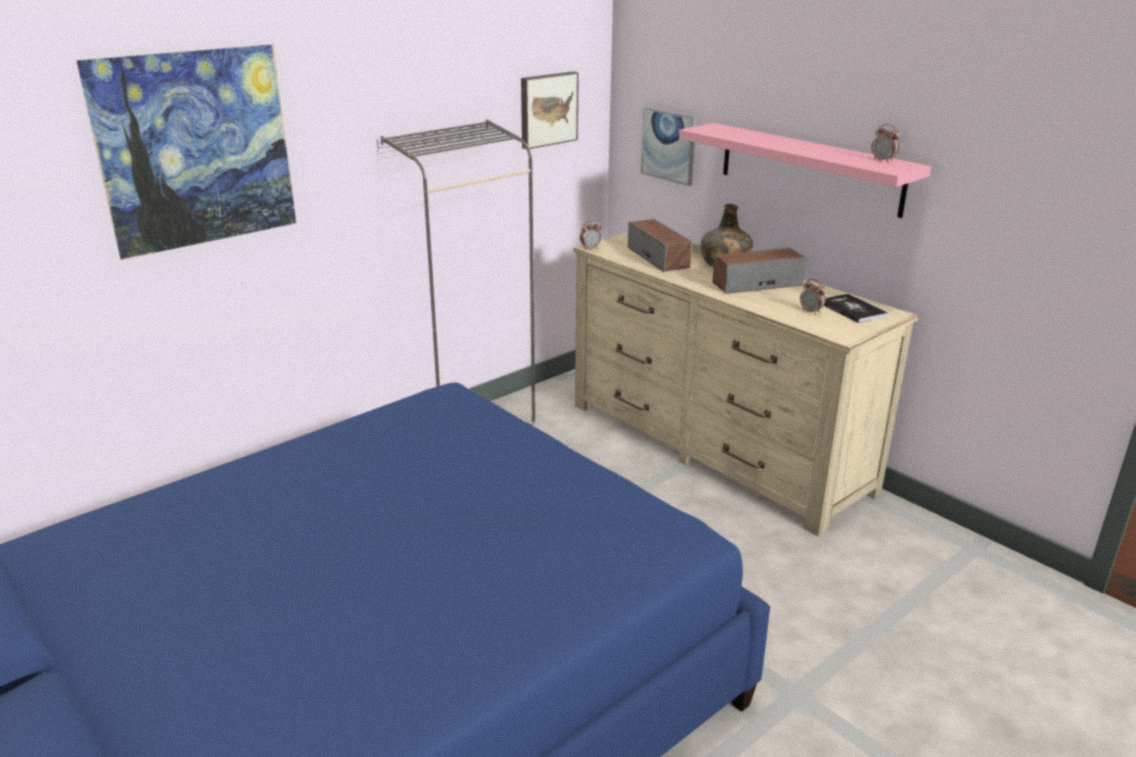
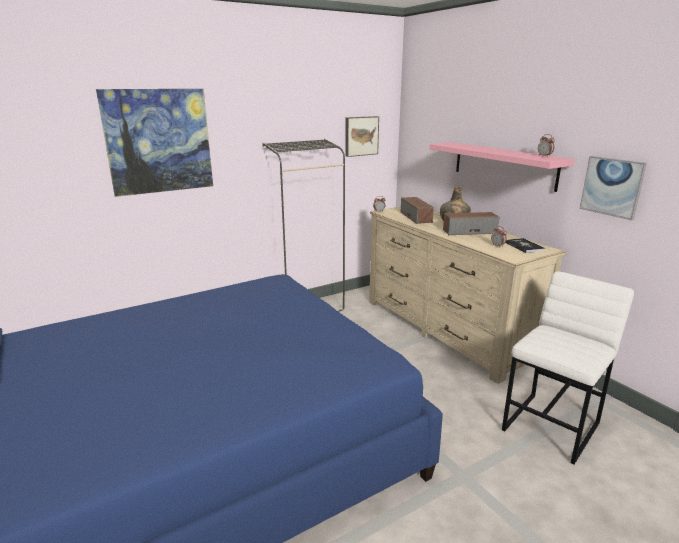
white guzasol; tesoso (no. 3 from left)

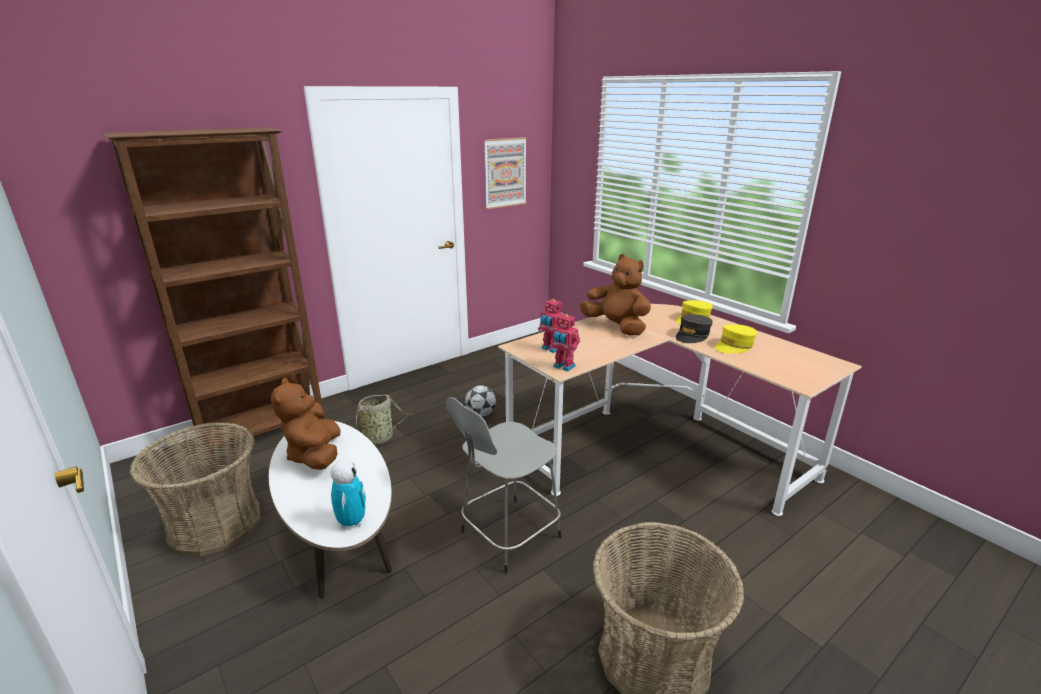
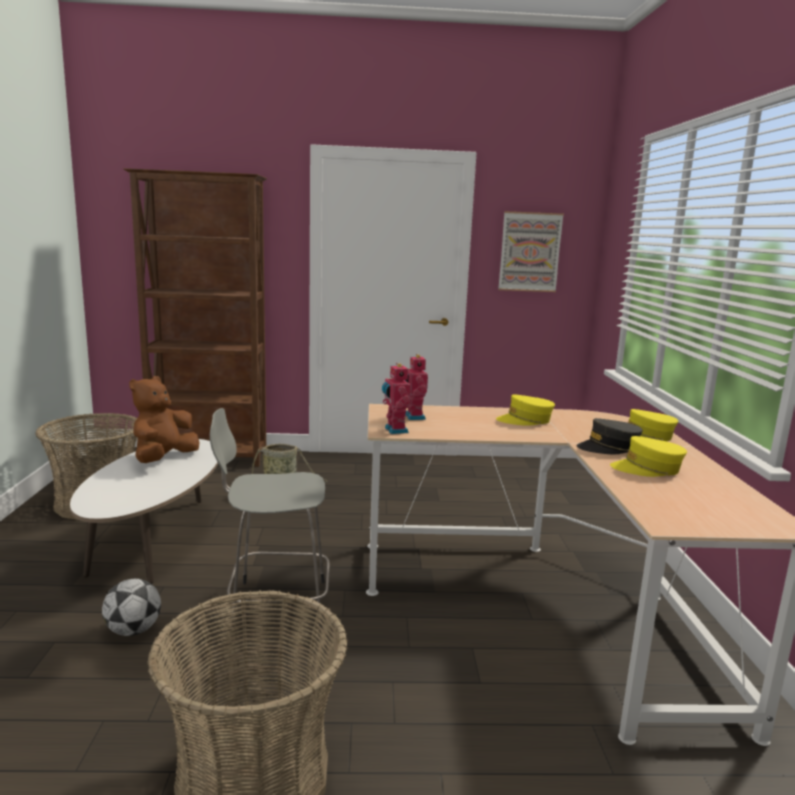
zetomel (no. 1 from left in the first image); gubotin; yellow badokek (no. 1 from left)

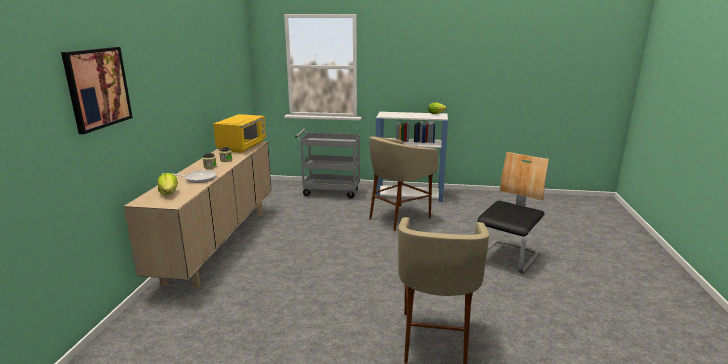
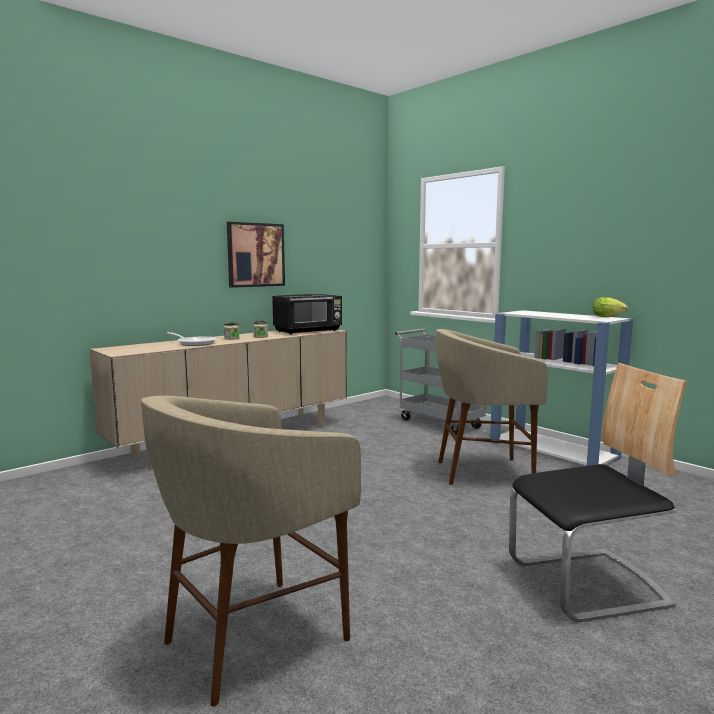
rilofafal (no. 1 from left in the first image); tesoso; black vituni

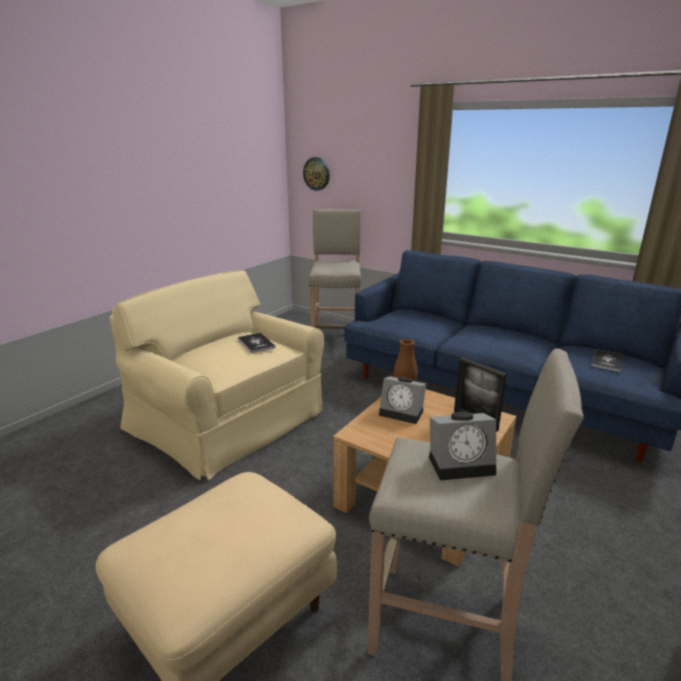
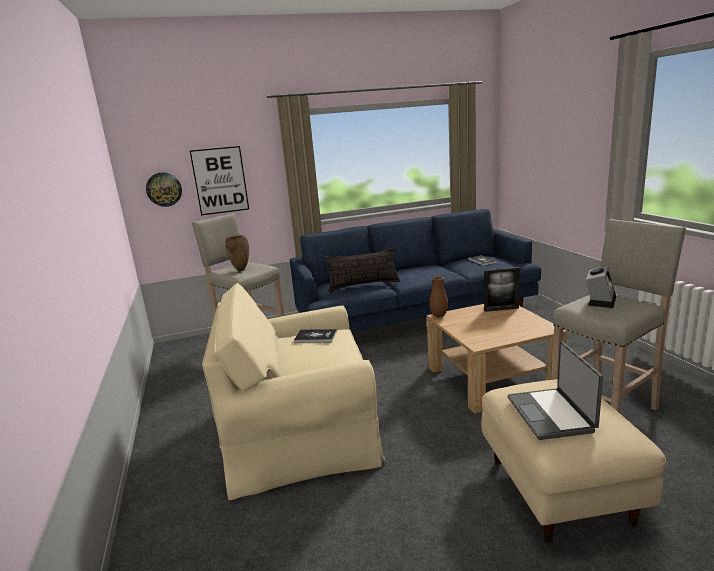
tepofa (no. 1 from left in the first image); tesoso; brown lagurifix (no. 1 from left); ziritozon; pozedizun

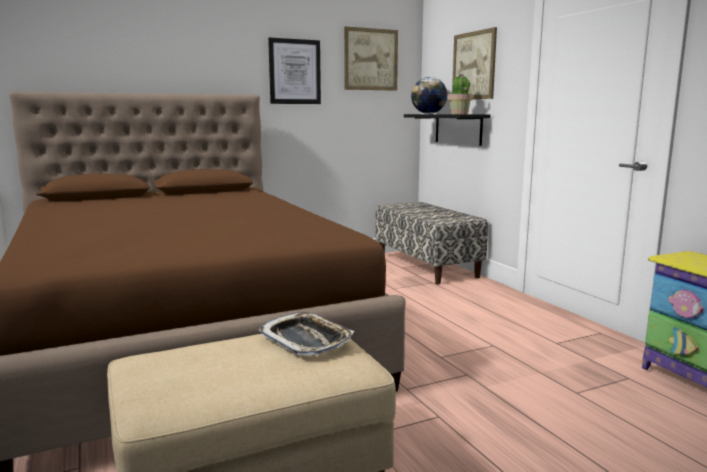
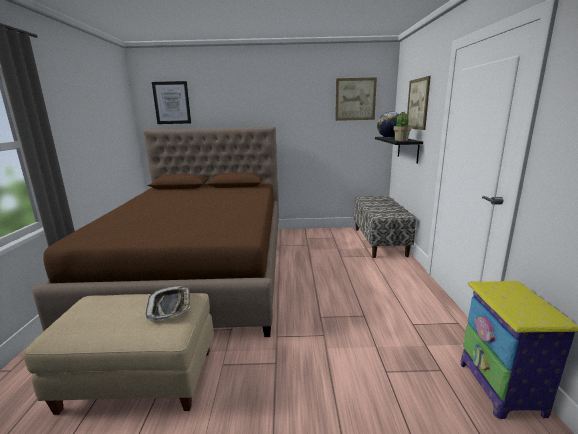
tesoso (no. 1 from left)

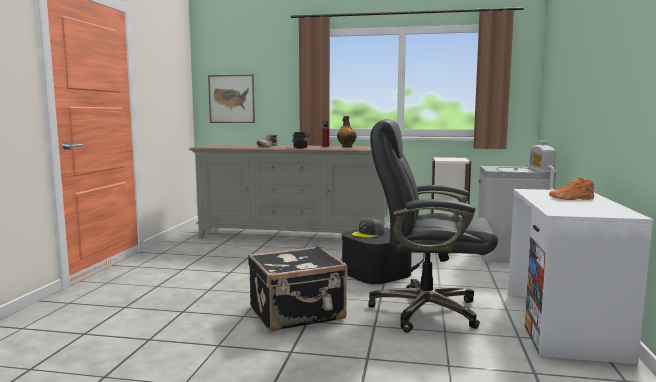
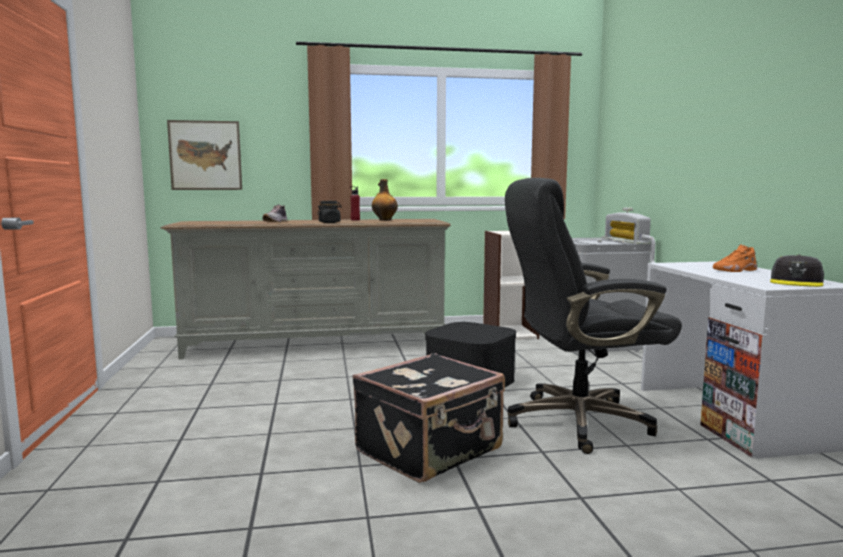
grey badokek

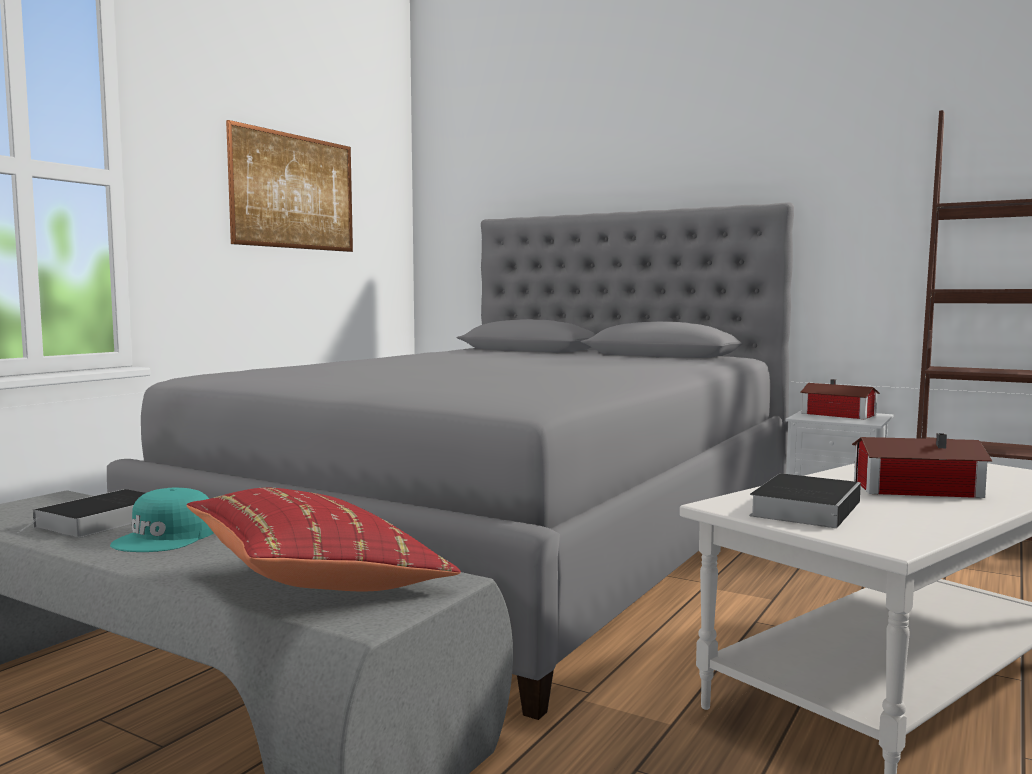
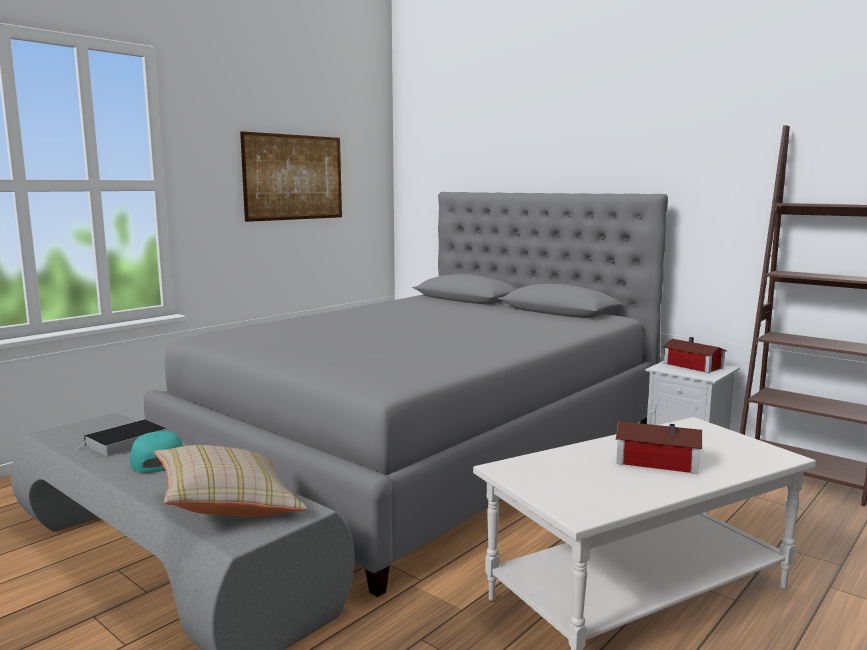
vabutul (no. 2 from left in the first image); beige ziritozon; turquoise badokek

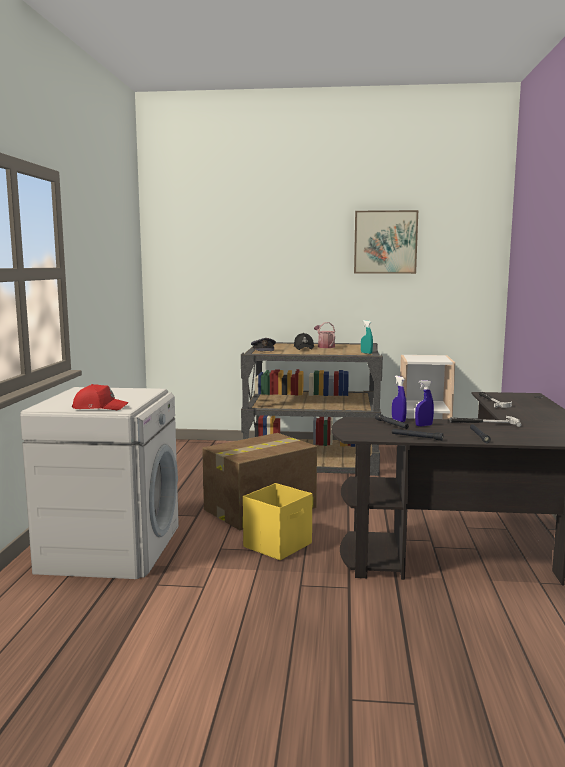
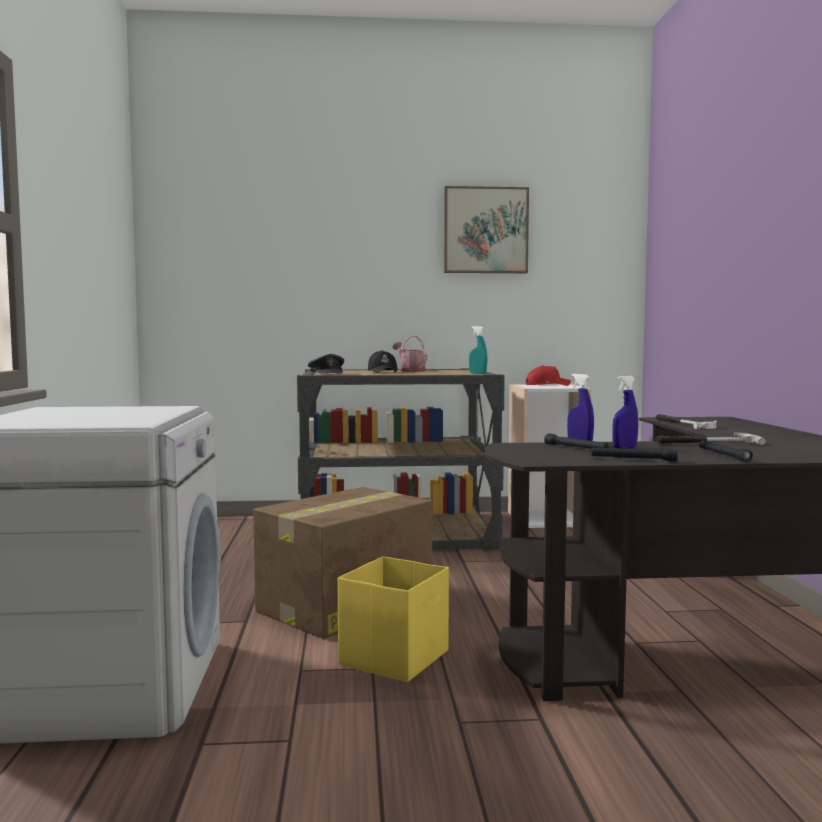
red badokek

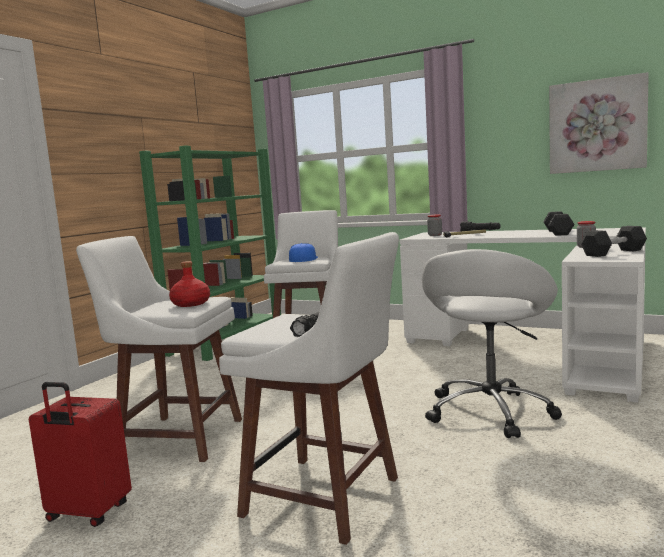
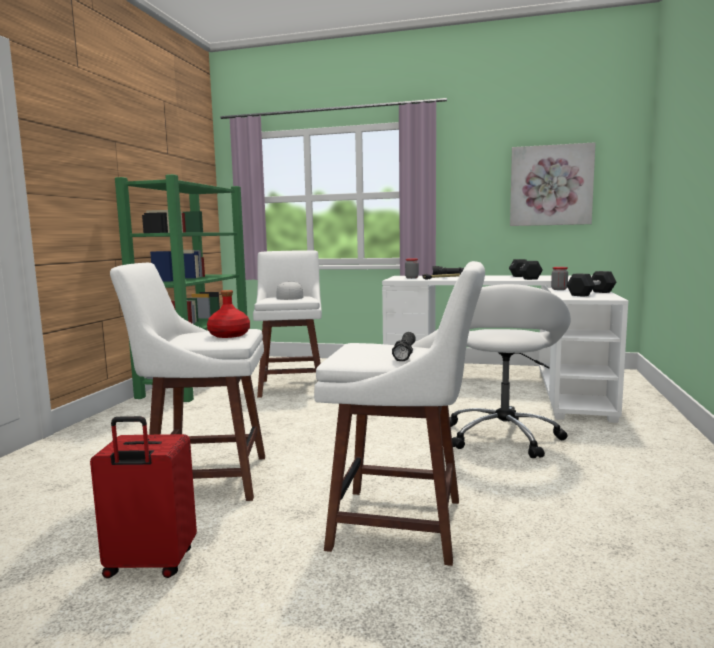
white badokek

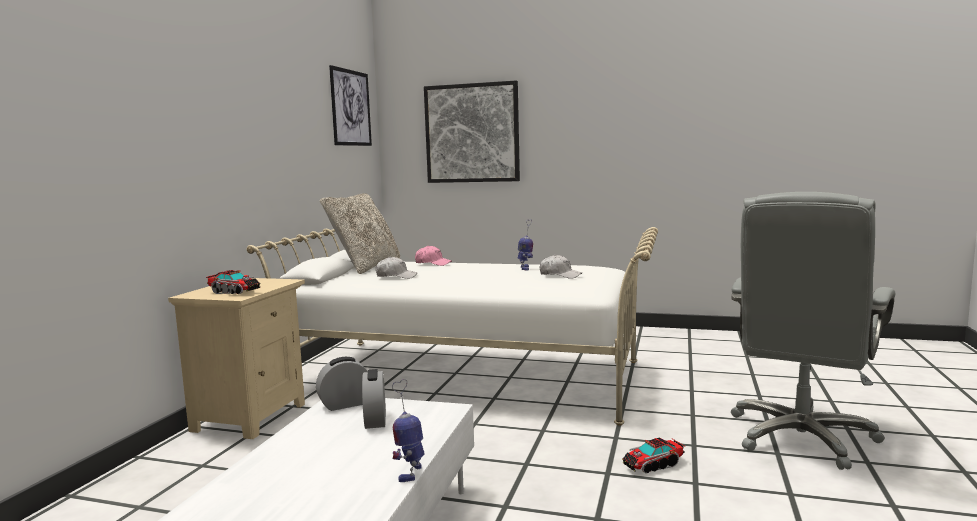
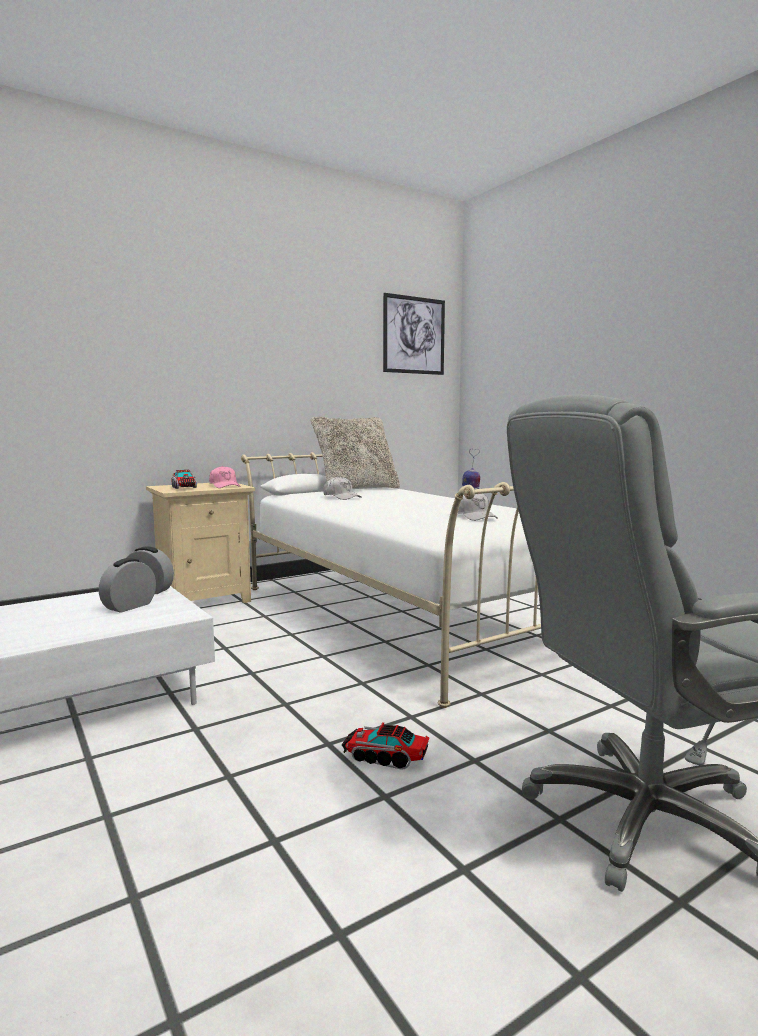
zetomel (no. 1 from left in the first image); tesoso (no. 2 from left in the first image); pink badokek

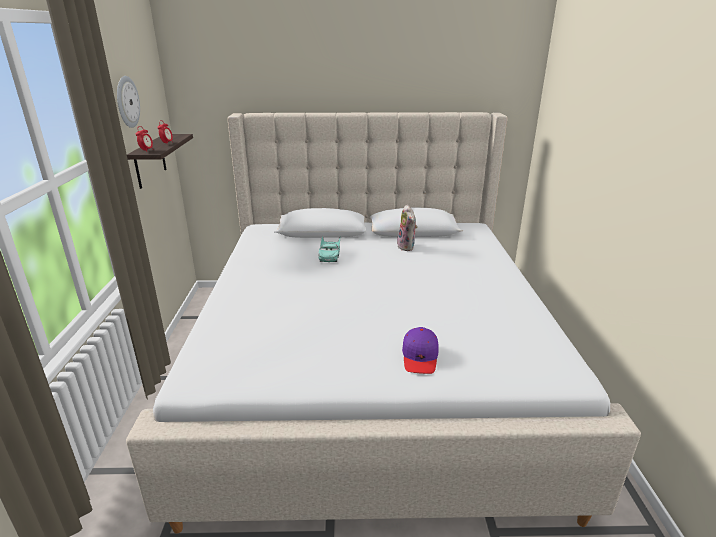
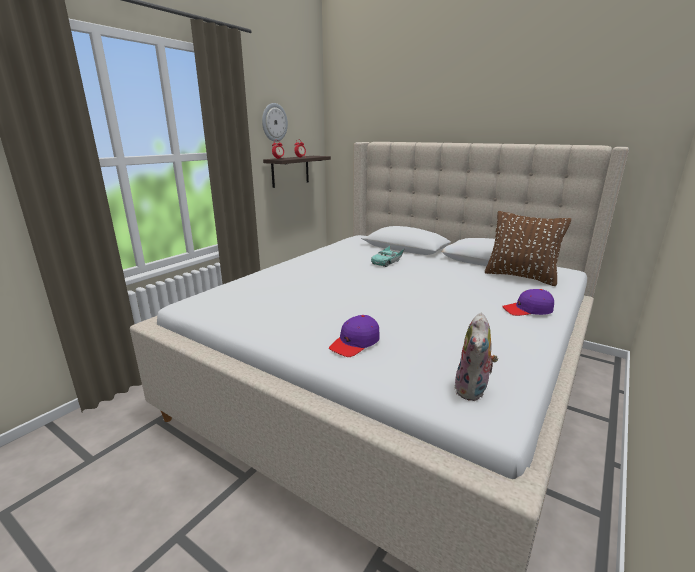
brown ziritozon; purple badokek (no. 2 from left); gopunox

